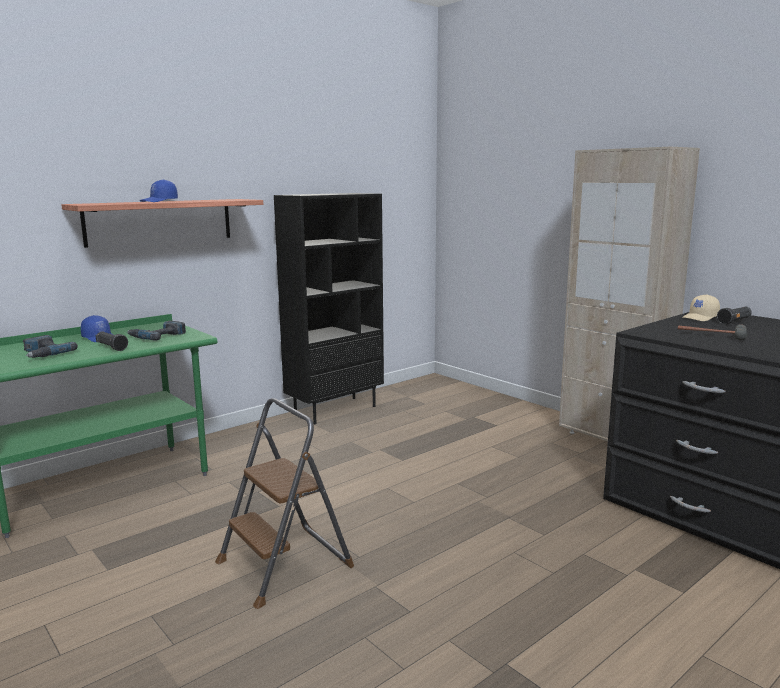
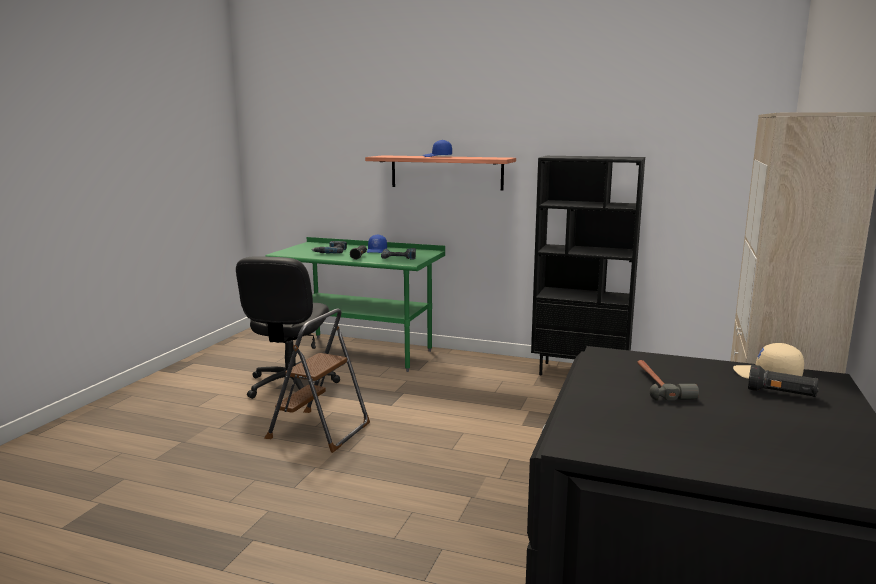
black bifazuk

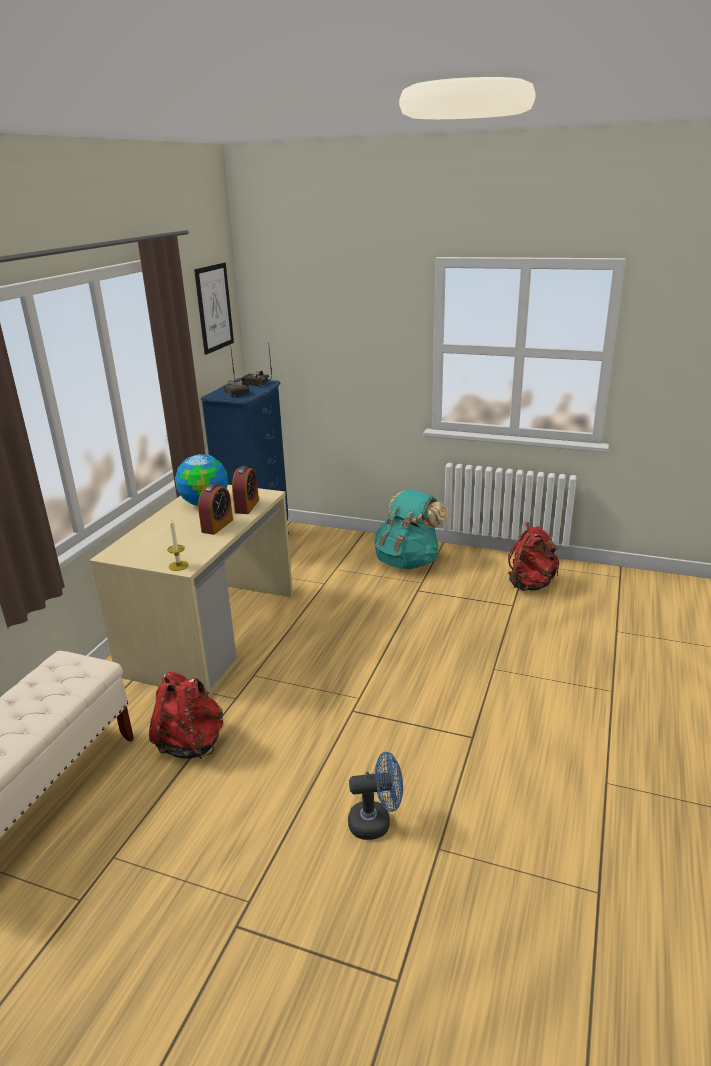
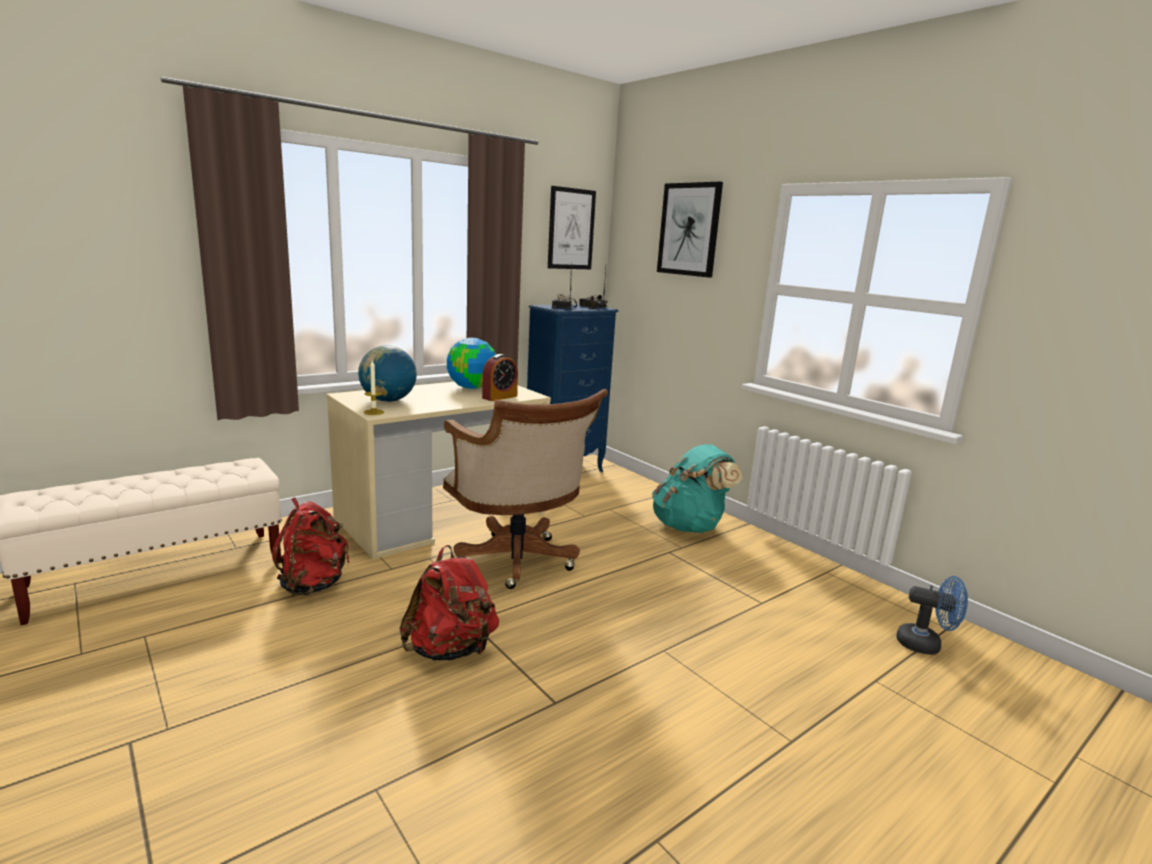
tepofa (no. 1 from left in the first image); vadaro (no. 1 from left); bifazuk; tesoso (no. 2 from left); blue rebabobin; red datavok (no. 2 from left)

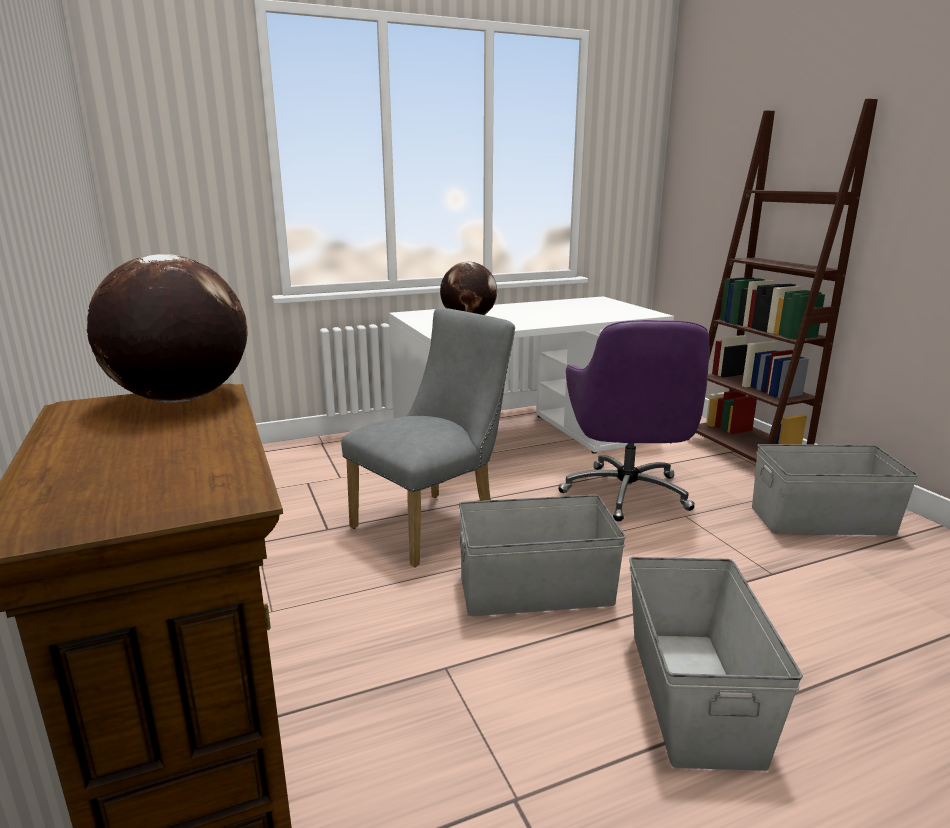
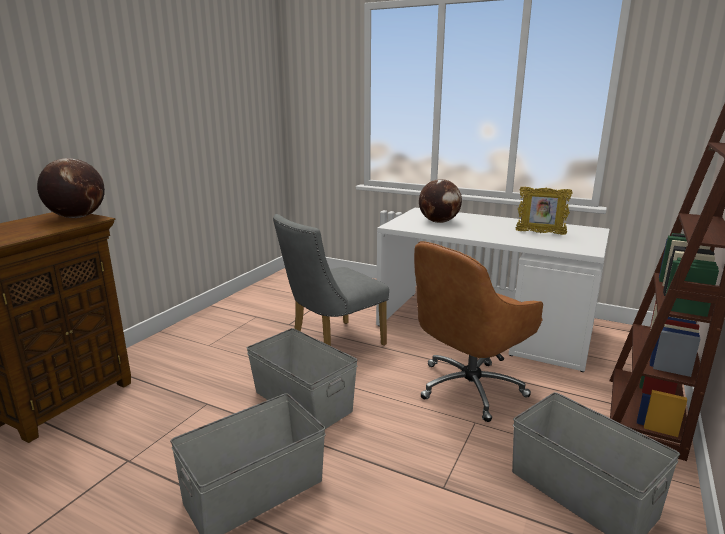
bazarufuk; brown bifazuk; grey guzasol

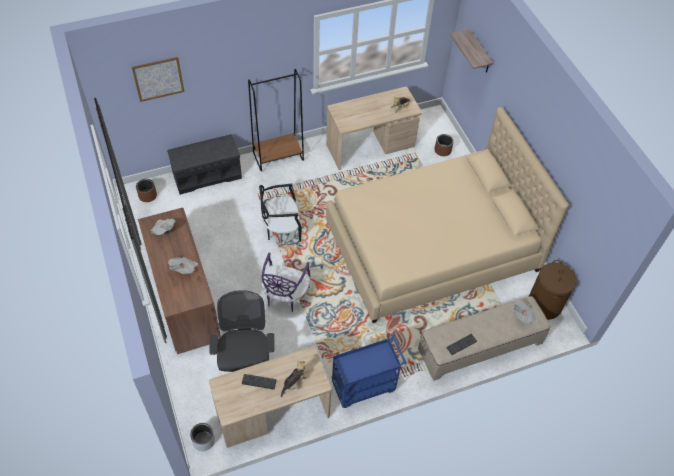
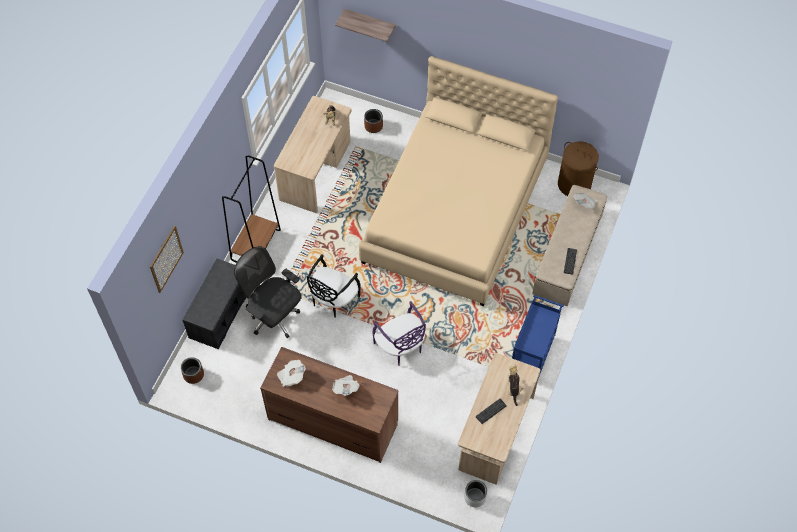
bifazuk

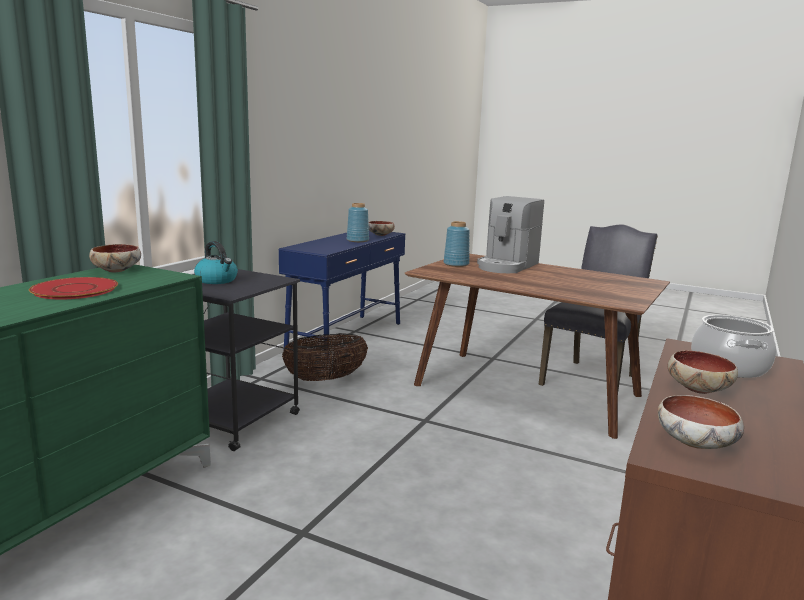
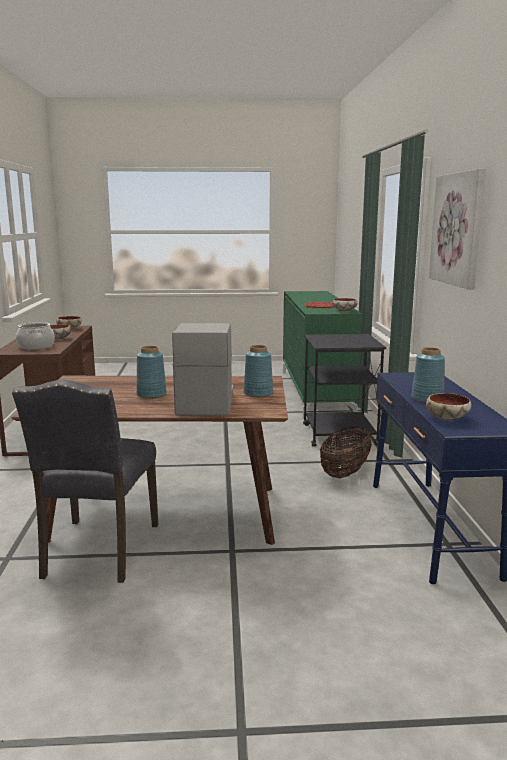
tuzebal; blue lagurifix (no. 1 from left); tesoso

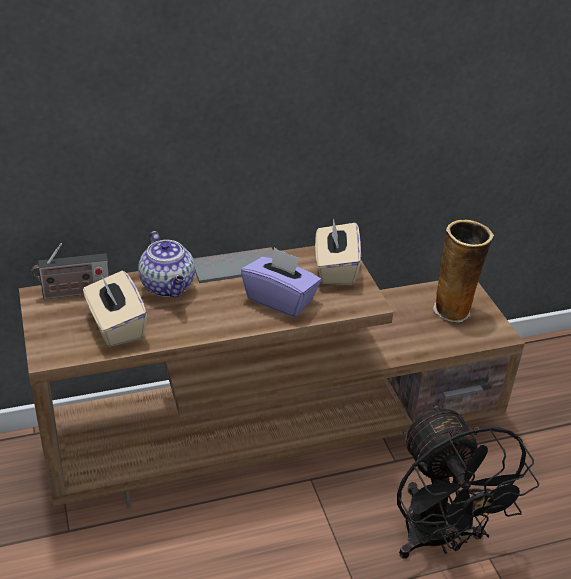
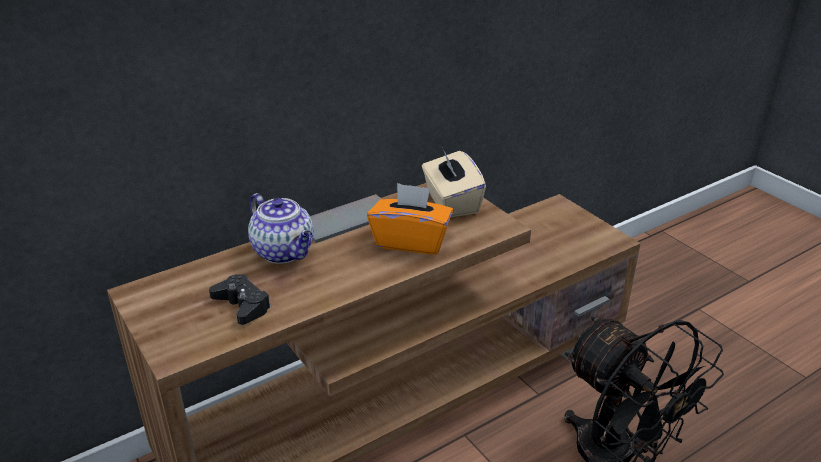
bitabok; lagurifix; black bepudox; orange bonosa

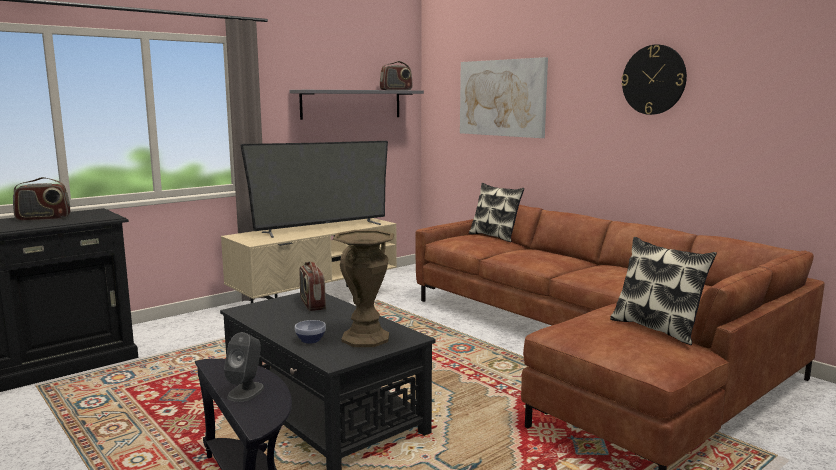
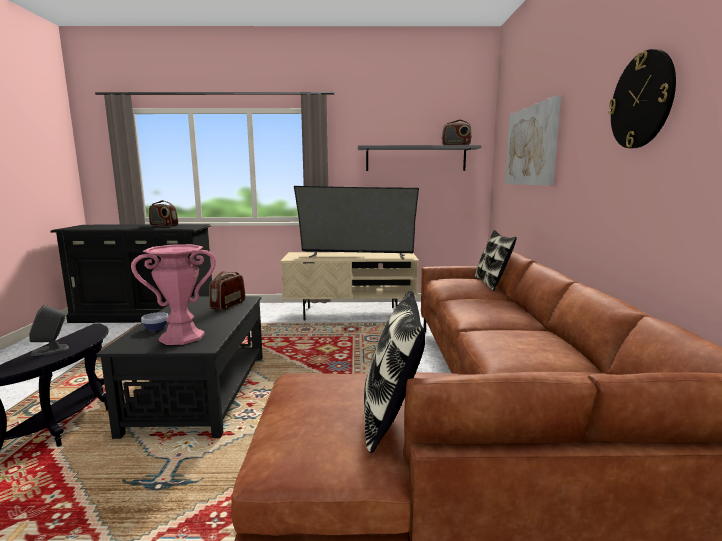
pink lagurifix

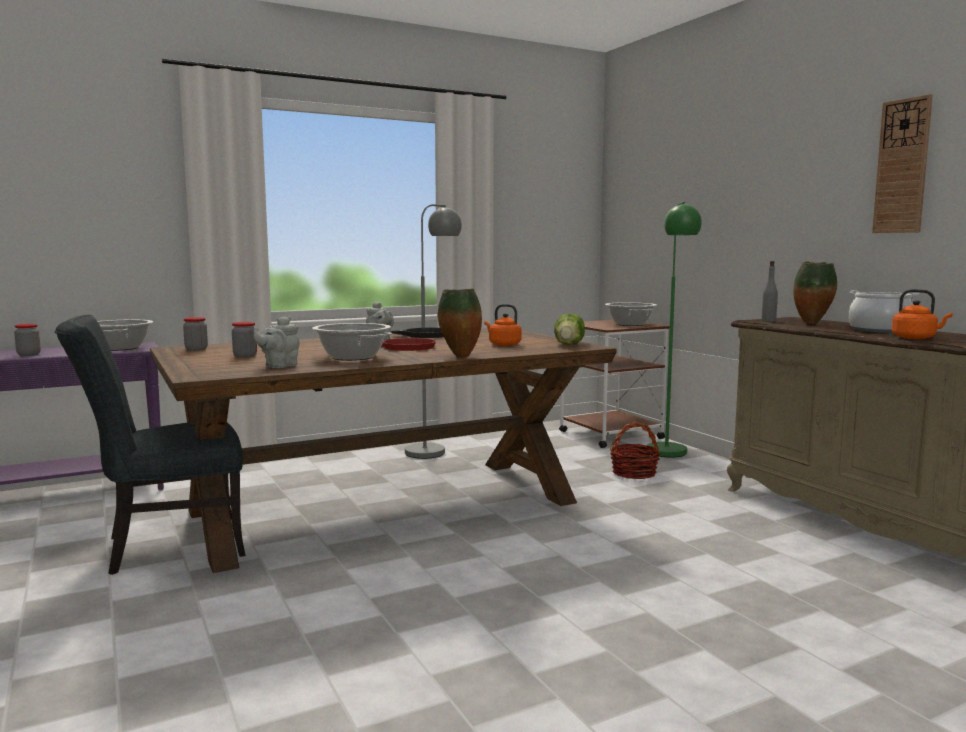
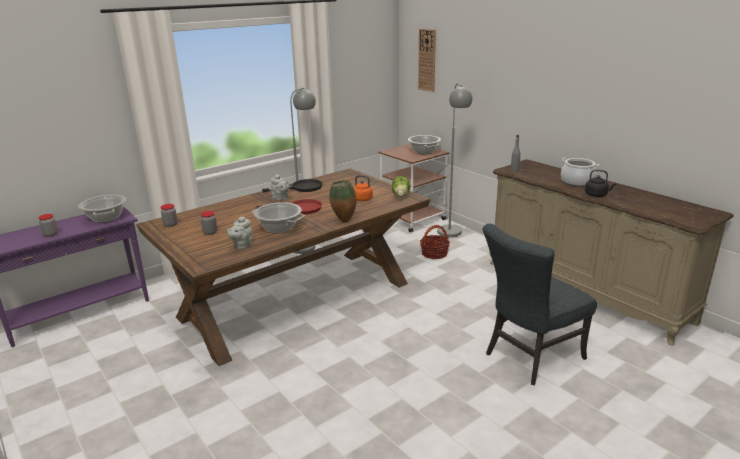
lagurifix (no. 2 from left in the first image); grey guzasol; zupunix; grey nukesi (no. 2 from left); black tuzebal

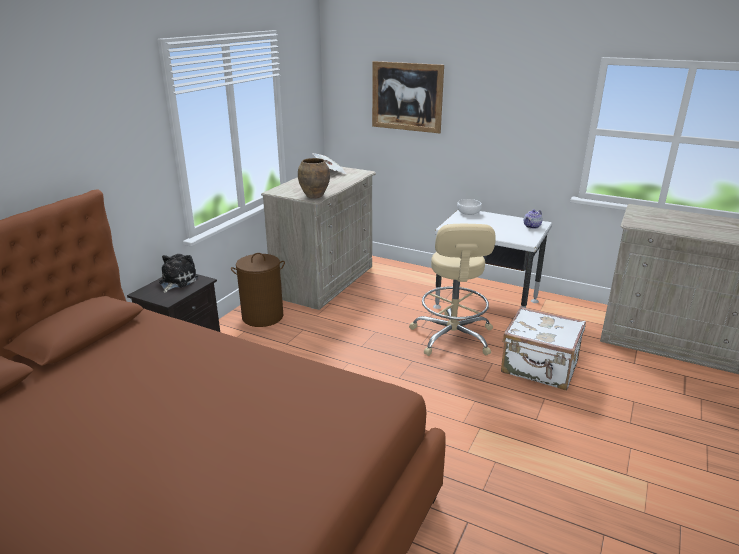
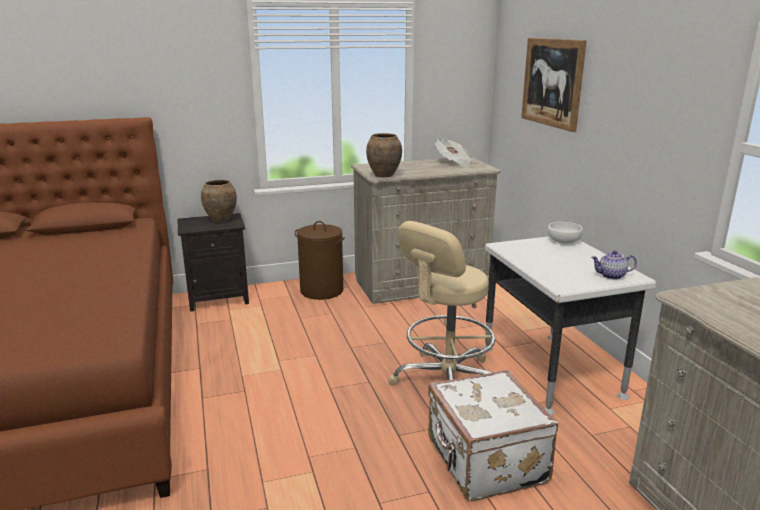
brown lagurifix (no. 1 from left)

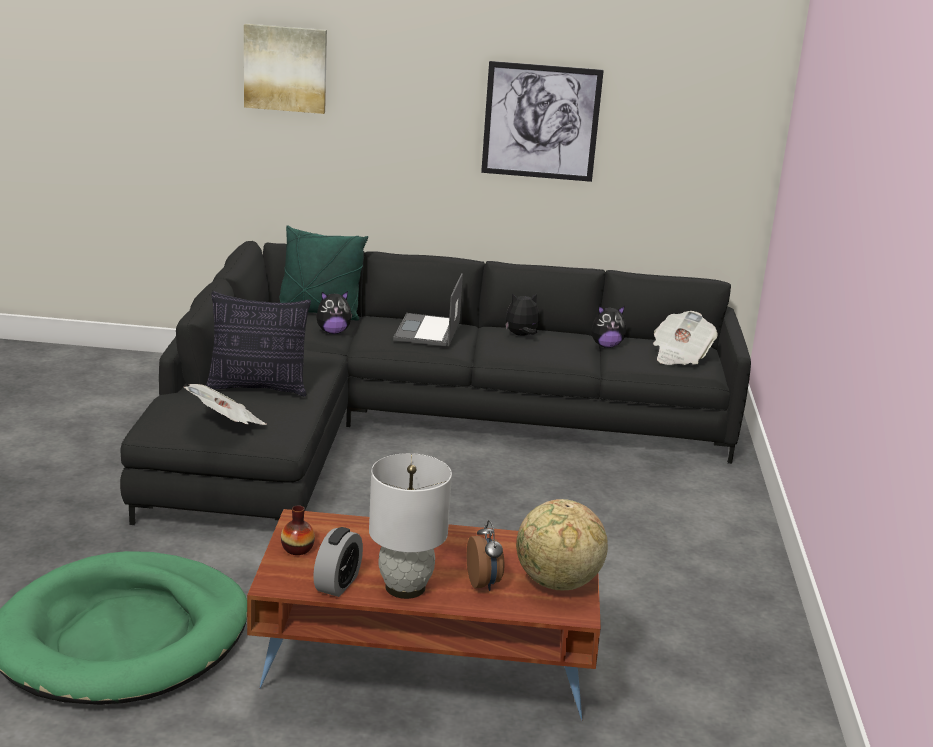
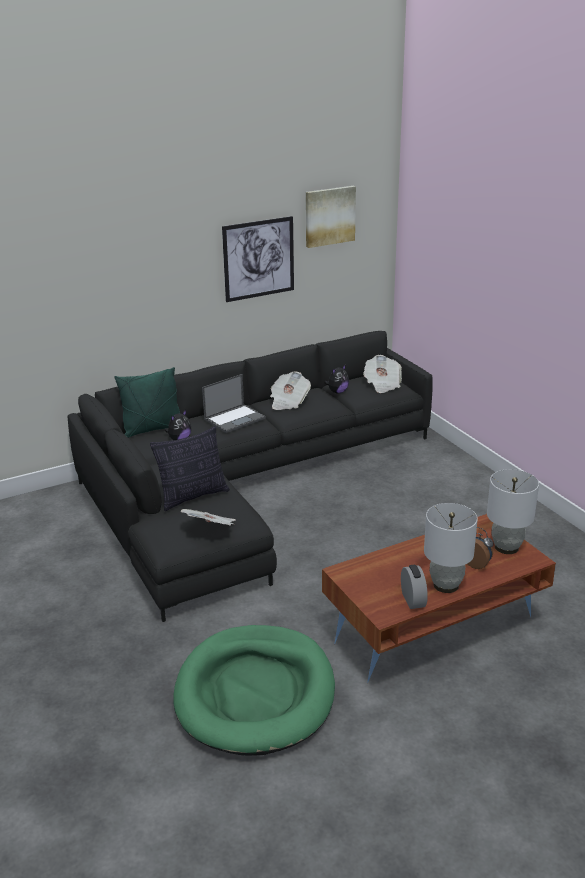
lagurifix; tesoso (no. 2 from left); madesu (no. 2 from left); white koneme (no. 2 from left); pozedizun

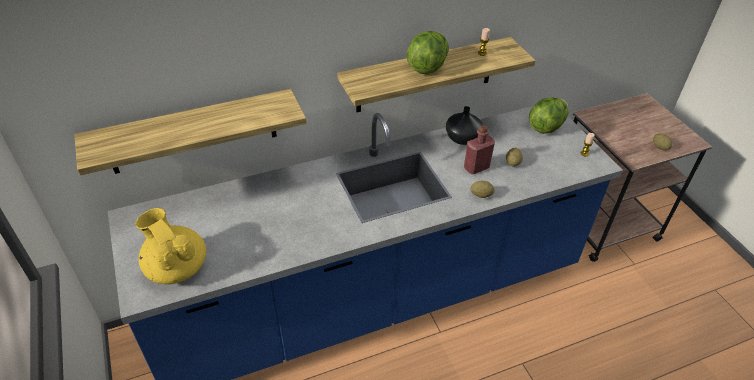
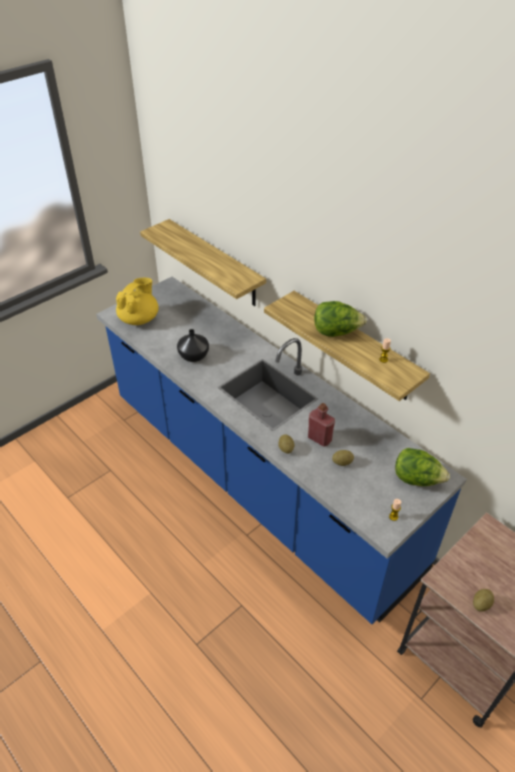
black lagurifix

